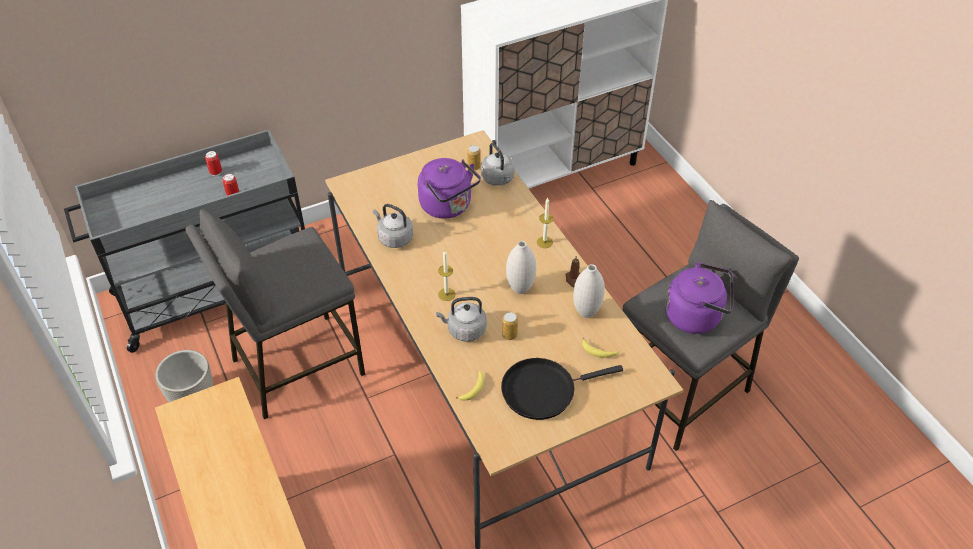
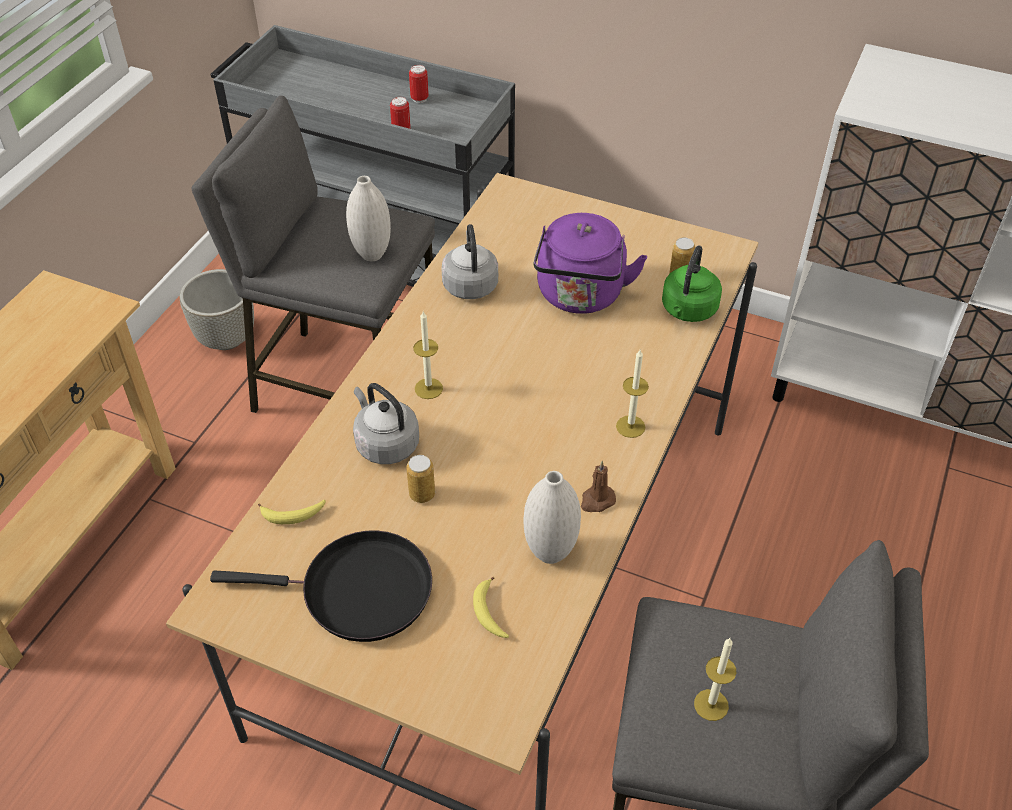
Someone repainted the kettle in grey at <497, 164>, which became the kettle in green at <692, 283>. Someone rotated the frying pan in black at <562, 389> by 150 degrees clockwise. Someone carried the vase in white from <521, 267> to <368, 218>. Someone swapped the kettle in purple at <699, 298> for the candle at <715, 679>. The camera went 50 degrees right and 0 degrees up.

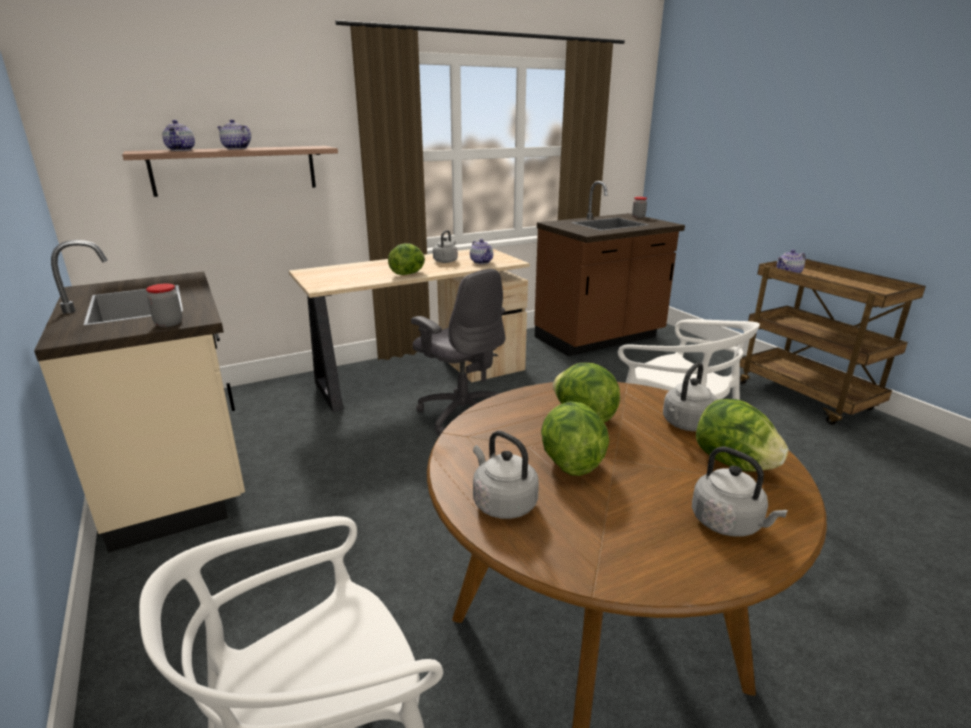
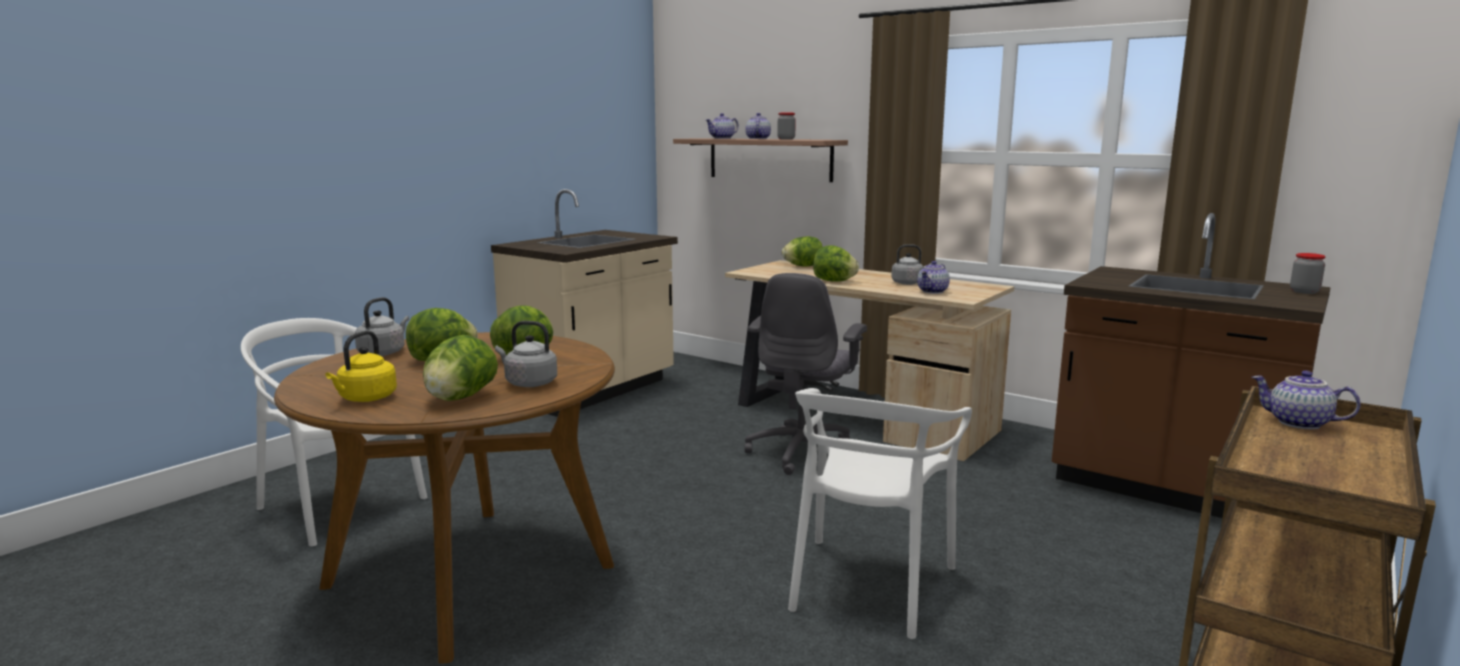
Someone carried the jar from <164, 305> to <786, 126>. Someone repainted the kettle in grey at <740, 491>, which became the kettle in yellow at <361, 366>. Someone put down the lettuce at <802, 251>. The camera went 65 degrees right and 10 degrees down.

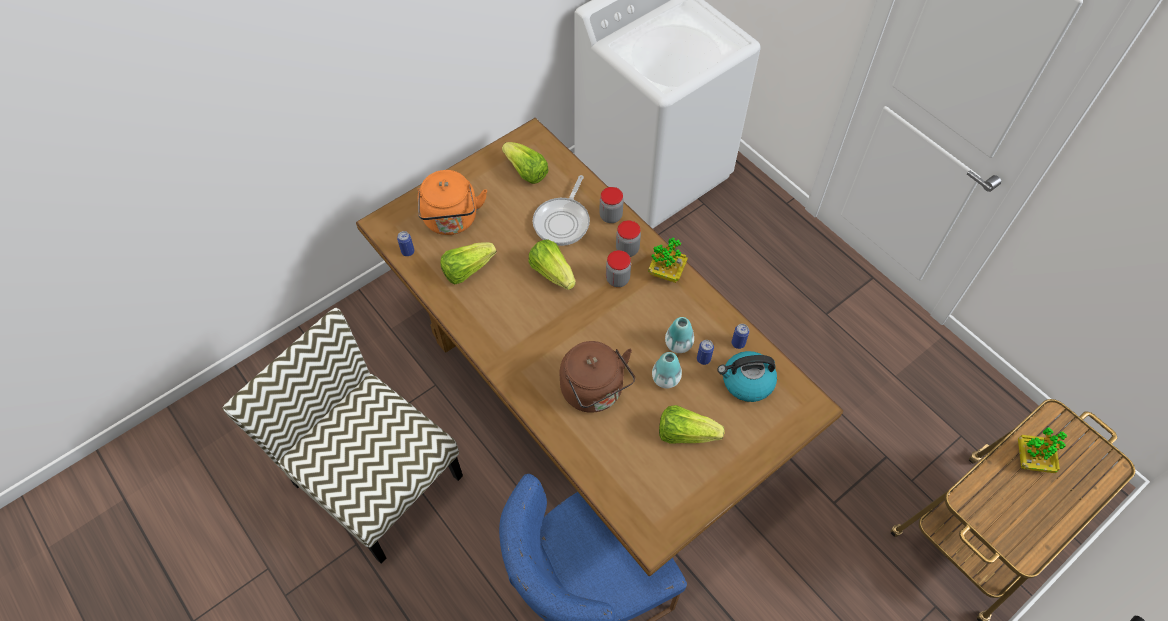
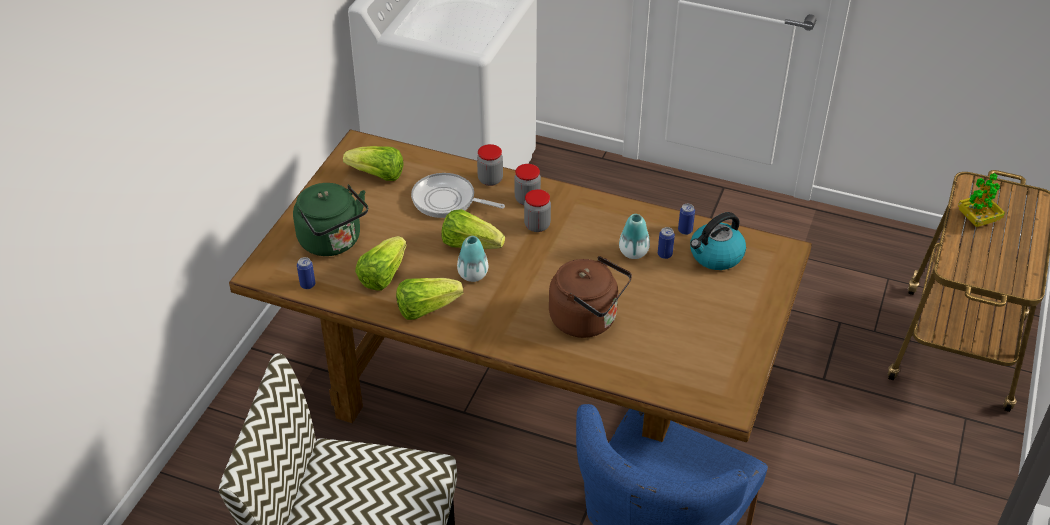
Someone repainted the kettle in orange at <452, 202>, which became the kettle in green at <330, 219>. Someone rotated the frying pan at <561, 210> by 120 degrees clockwise. Someone took away the potted plant at <668, 260>. Someone carried the vase from <667, 370> to <472, 259>. Someone carried the lettuce from <691, 424> to <429, 299>. The camera went 30 degrees left and 15 degrees down.

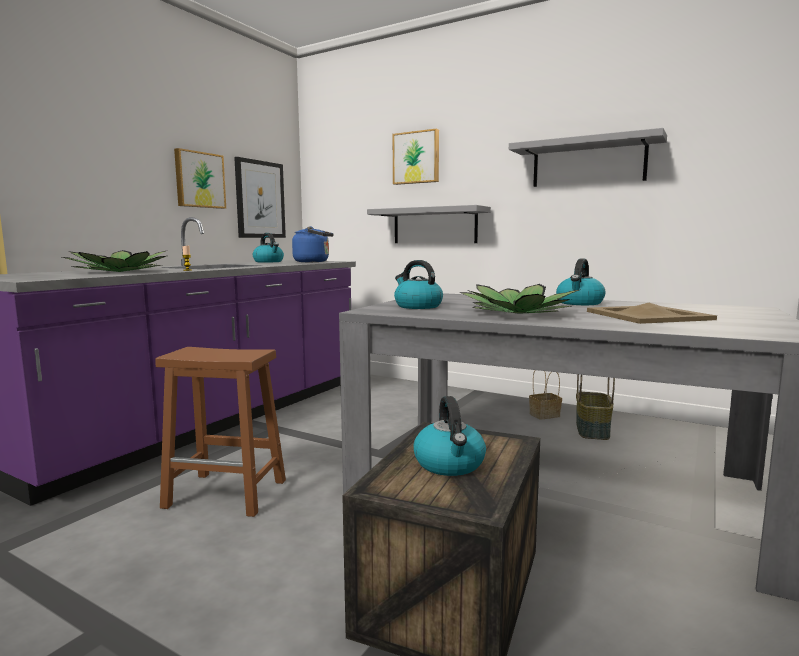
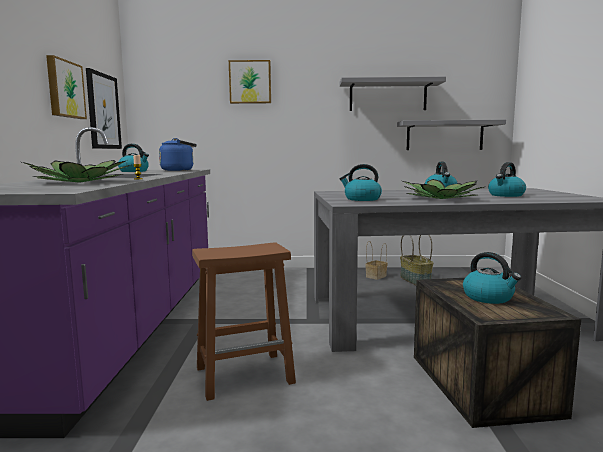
Someone carried the shelf in grey from <429, 224> to <451, 135>. Someone swapped the tray in beige at <652, 313> for the kettle at <507, 179>. The camera went 30 degrees left and 0 degrees up.

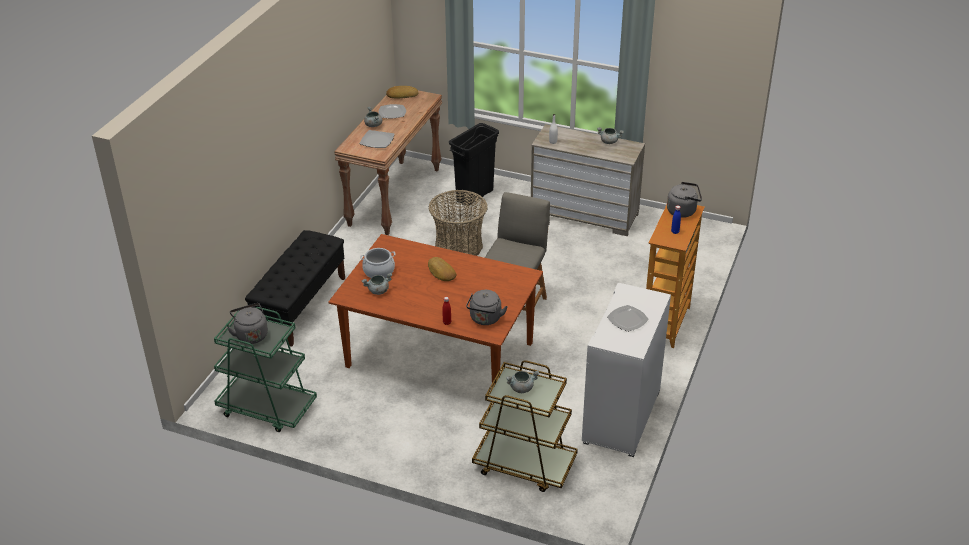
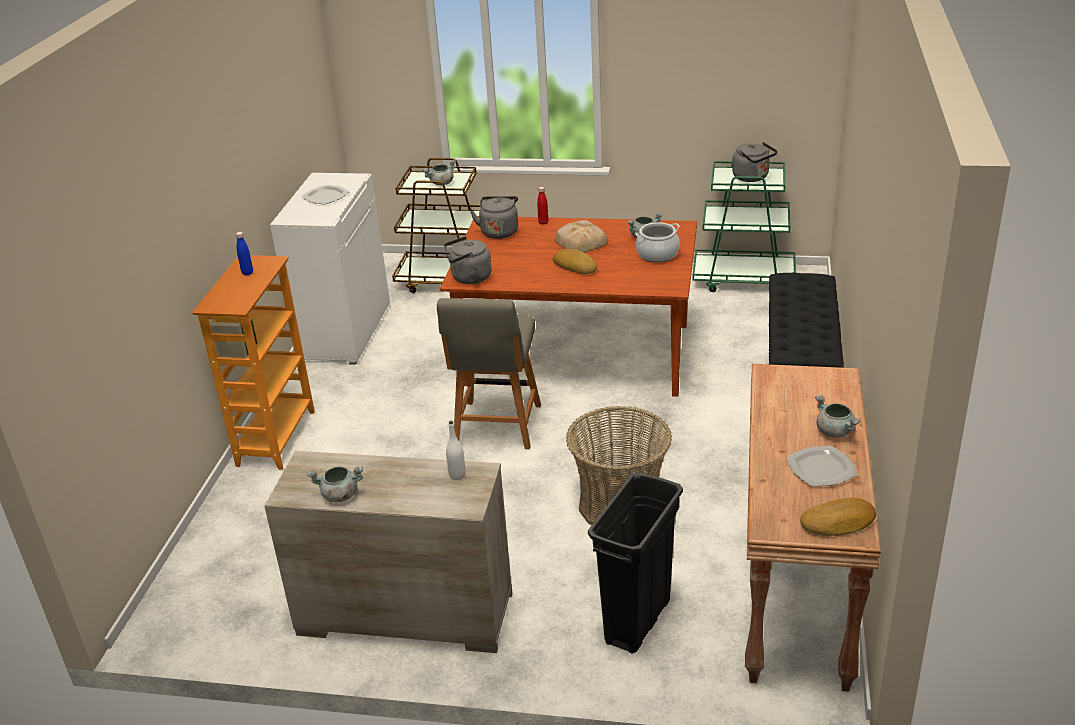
Someone took away the plate at <377, 139>. Someone carried the kettle in grey from <684, 200> to <468, 260>. Someone put down the bread at <581, 236>. The camera went 170 degrees right and 5 degrees down.

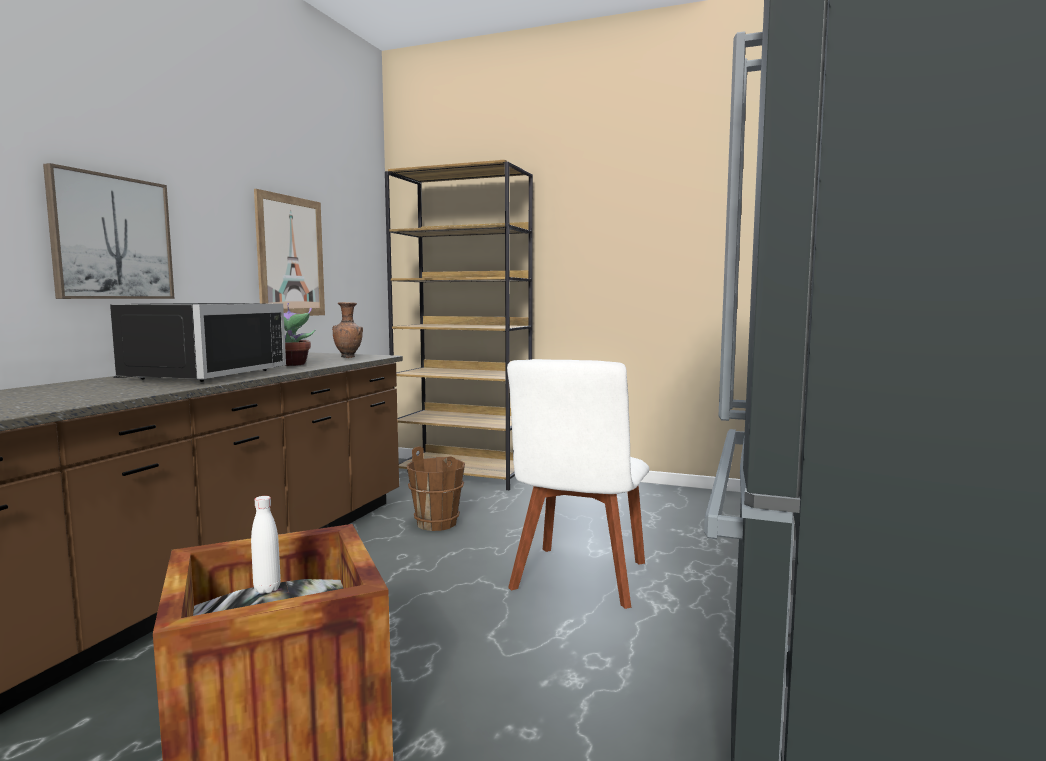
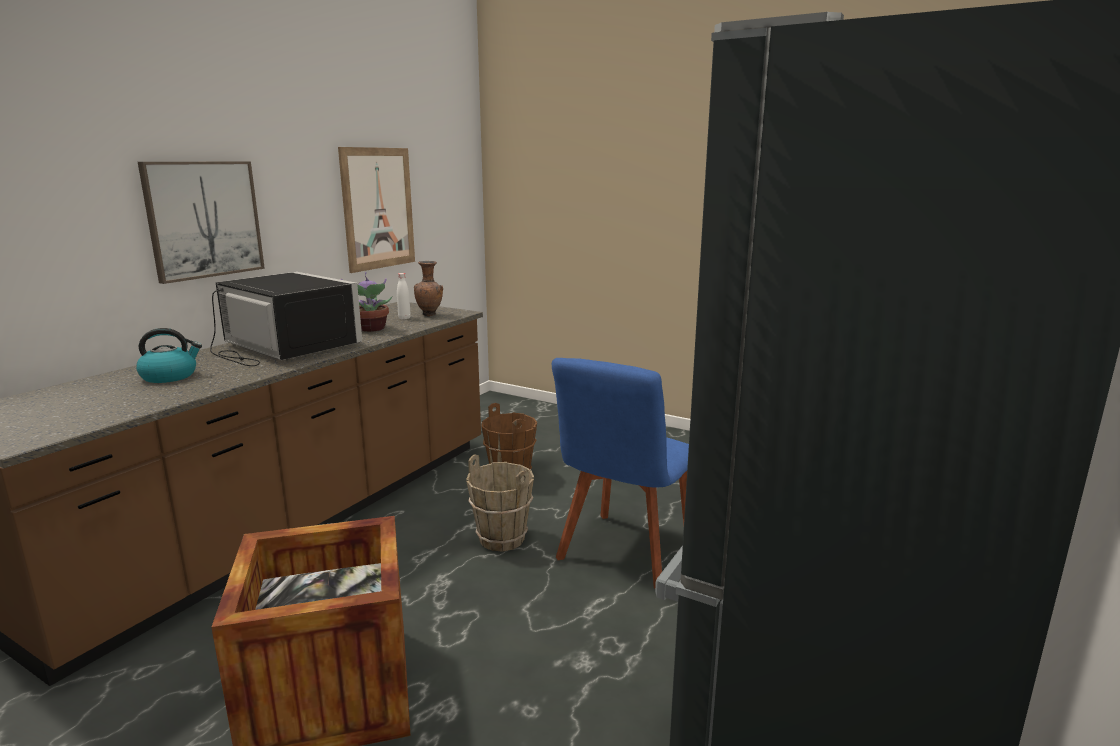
Someone rotated the microwave in black at <198, 342> by 75 degrees counterclockwise. Someone carried the bottle in white from <266, 545> to <404, 296>. Someone took away the bookcase in brown at <459, 325>. Someone repainted the chair in white at <578, 484>, which became the chair in blue at <620, 473>. Someone put down the kettle at <169, 355>. Someone put down the bucket in brown at <500, 502>. The camera went 10 degrees right and 10 degrees up.

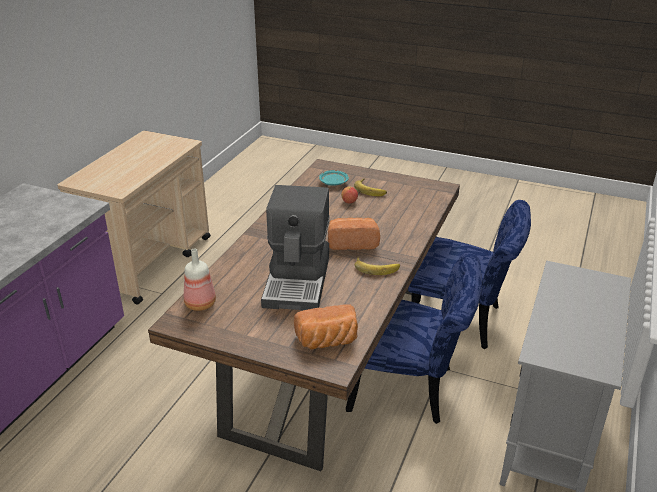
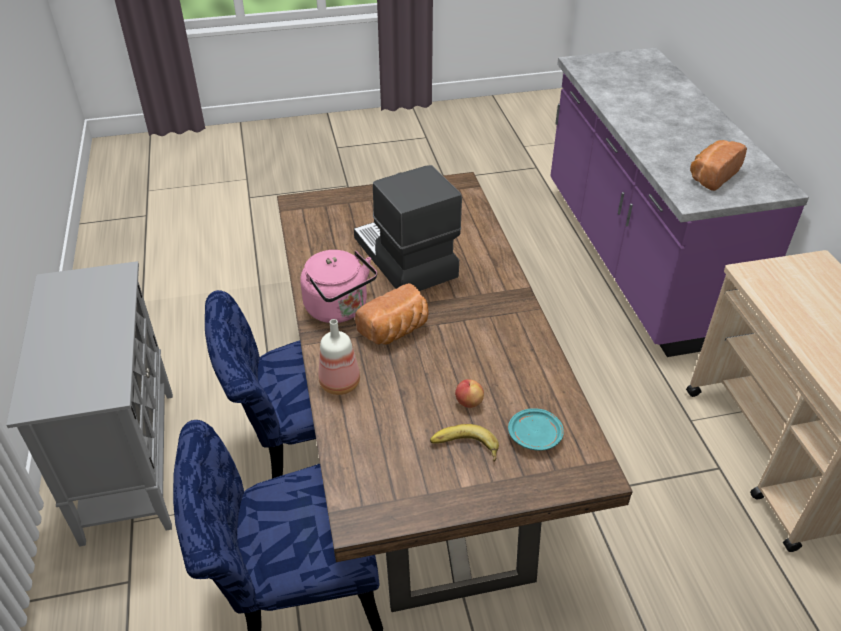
Someone carried the bottle from <200, 279> to <339, 357>. Someone carried the bread from <326, 327> to <718, 165>. Someone swapped the banana at <377, 265> for the kettle in pink at <338, 286>. The camera went 145 degrees right and 10 degrees up.

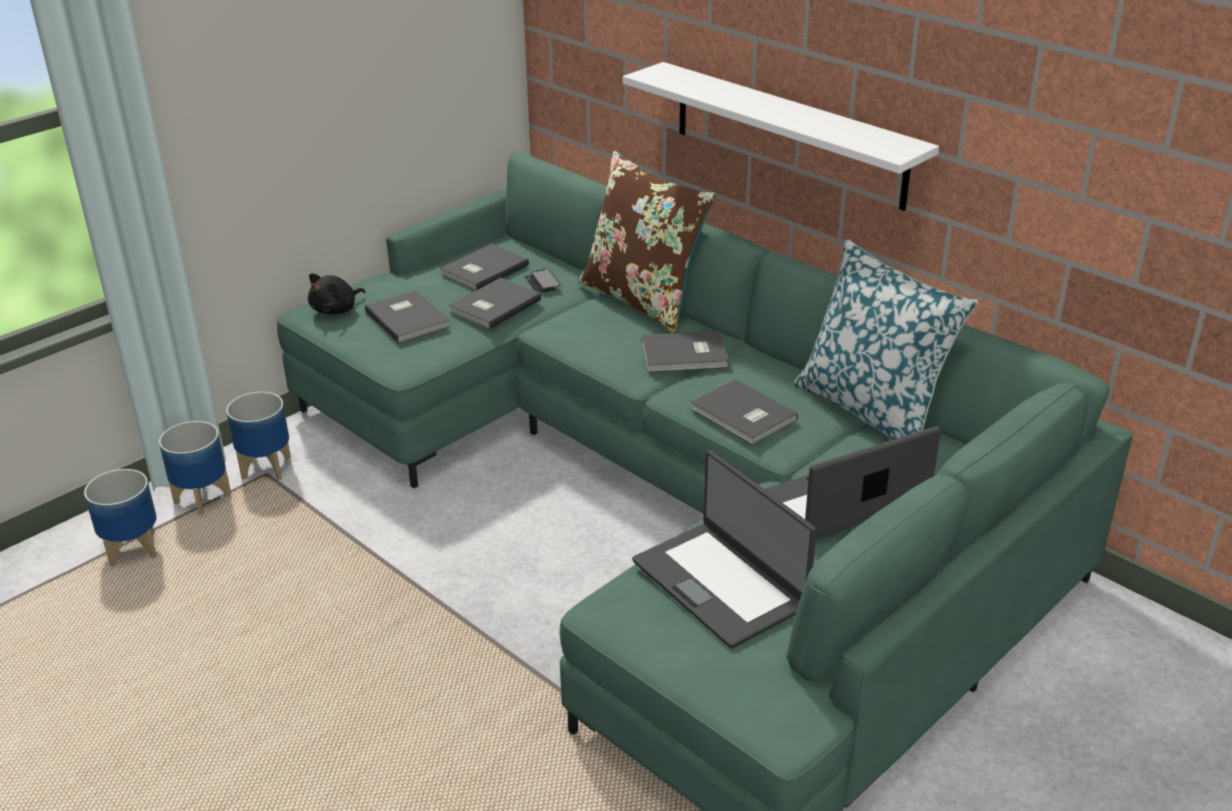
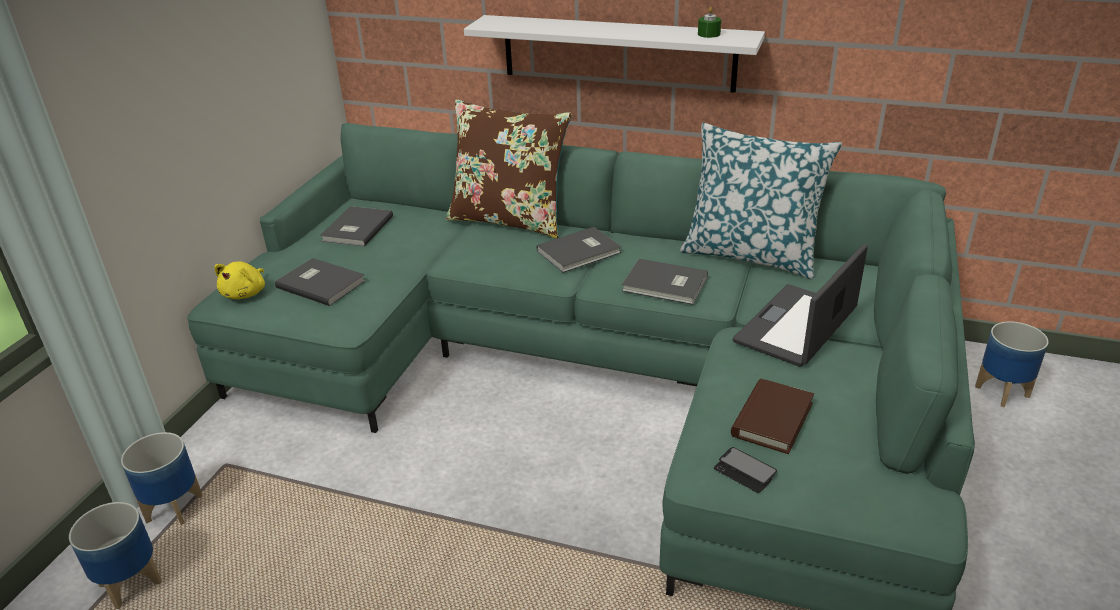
Someone carried the planter from <258, 436> to <1012, 364>. Someone repainted the plush toy in black at <336, 294>, which became the plush toy in yellow at <239, 280>. Someone took away the book in grey at <495, 304>. Someone carried the phone from <543, 281> to <745, 470>. Someone swapped the laptop at <724, 549> for the book in brown at <772, 416>. Someone put down the candle in green at <709, 22>. The camera went 25 degrees left and 0 degrees up.

